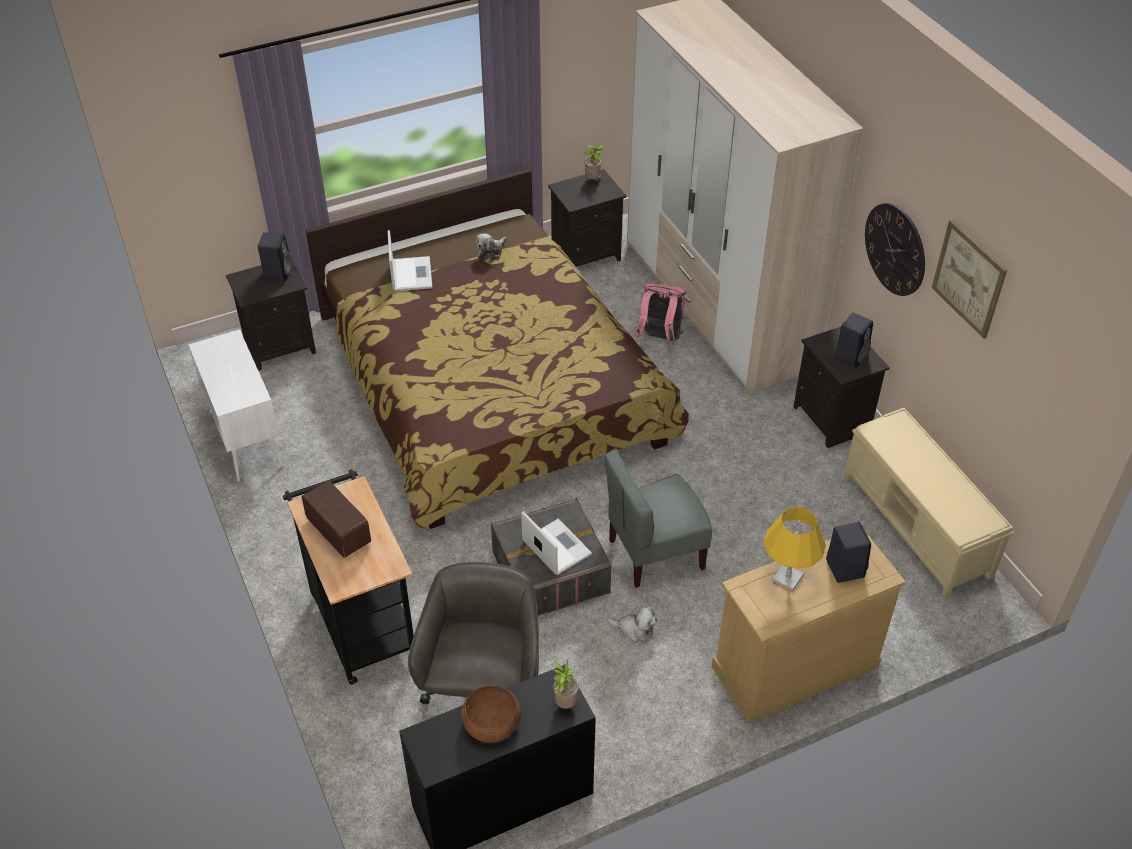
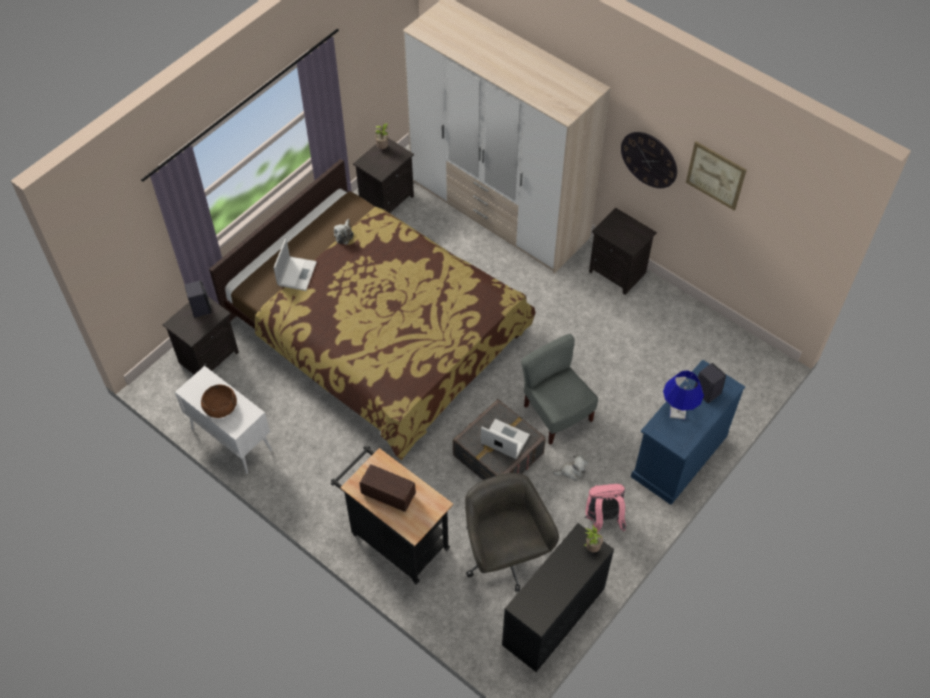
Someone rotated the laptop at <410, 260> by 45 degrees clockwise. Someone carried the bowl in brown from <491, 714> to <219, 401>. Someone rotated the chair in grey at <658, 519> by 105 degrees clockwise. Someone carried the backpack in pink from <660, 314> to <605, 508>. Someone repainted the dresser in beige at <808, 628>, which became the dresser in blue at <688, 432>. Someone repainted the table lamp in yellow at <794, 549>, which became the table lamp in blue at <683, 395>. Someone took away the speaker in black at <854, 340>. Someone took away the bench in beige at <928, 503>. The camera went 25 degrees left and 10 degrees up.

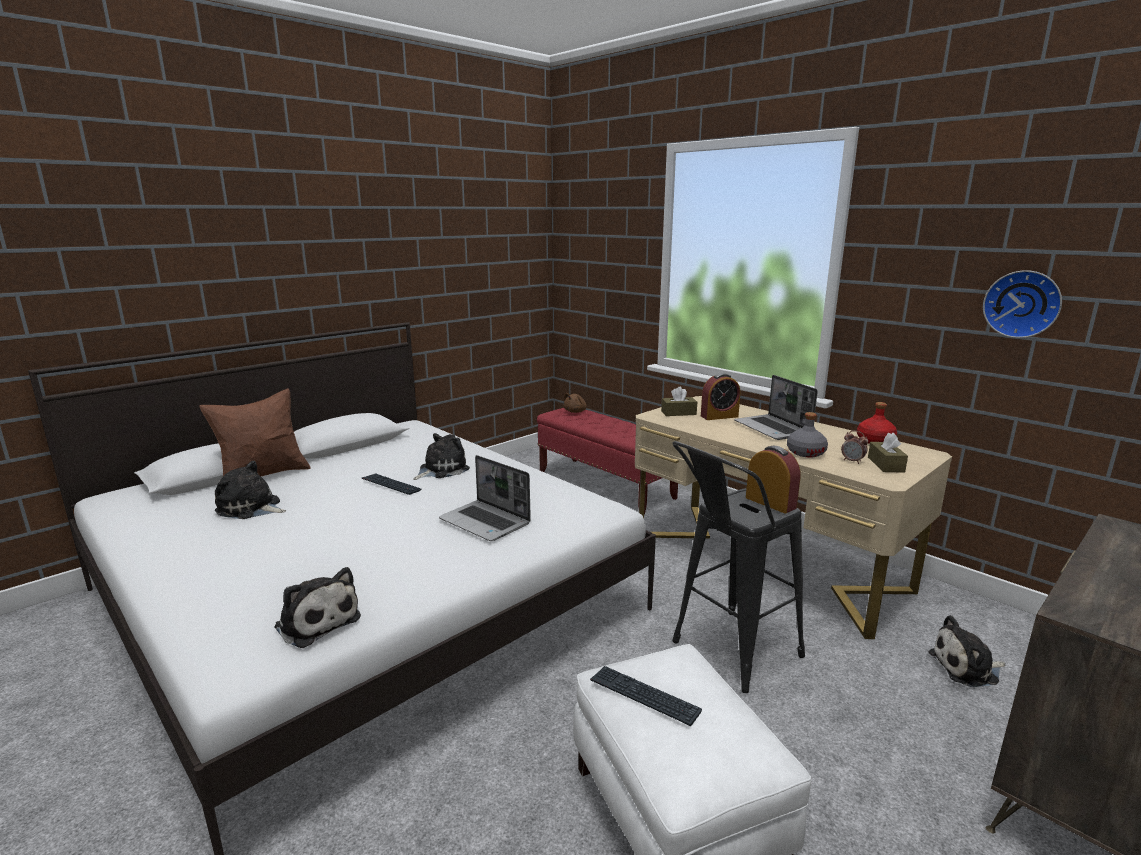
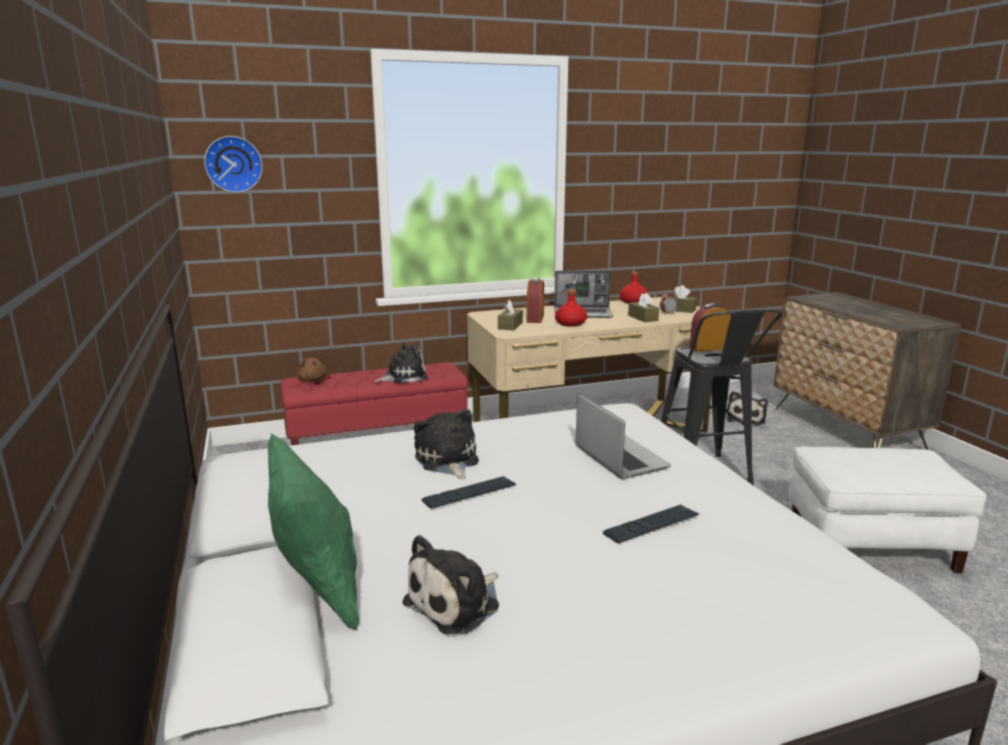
Someone repainted the pillow in brown at <255, 432>, which became the pillow in green at <313, 532>. Someone carried the plush toy from <317, 607> to <401, 363>. Someone rotated the laptop at <485, 498> by 90 degrees counterclockwise. Someone carried the keyboard from <646, 696> to <651, 524>. Someone swapped the bottle in grey at <807, 435> for the tissue box in brown at <643, 307>. Someone carried the wall clock from <1022, 304> to <233, 164>. Someone put down the bottle in red at <571, 308>. The camera went 65 degrees left and 0 degrees up.

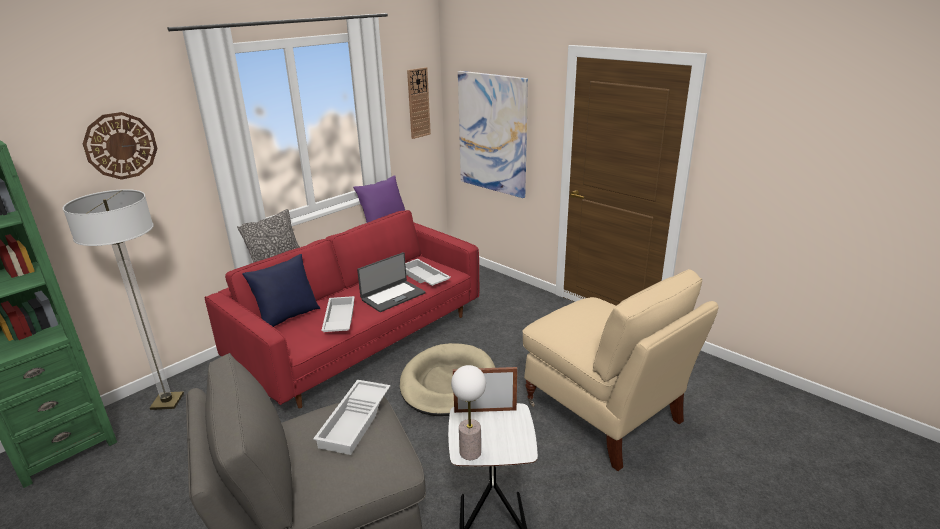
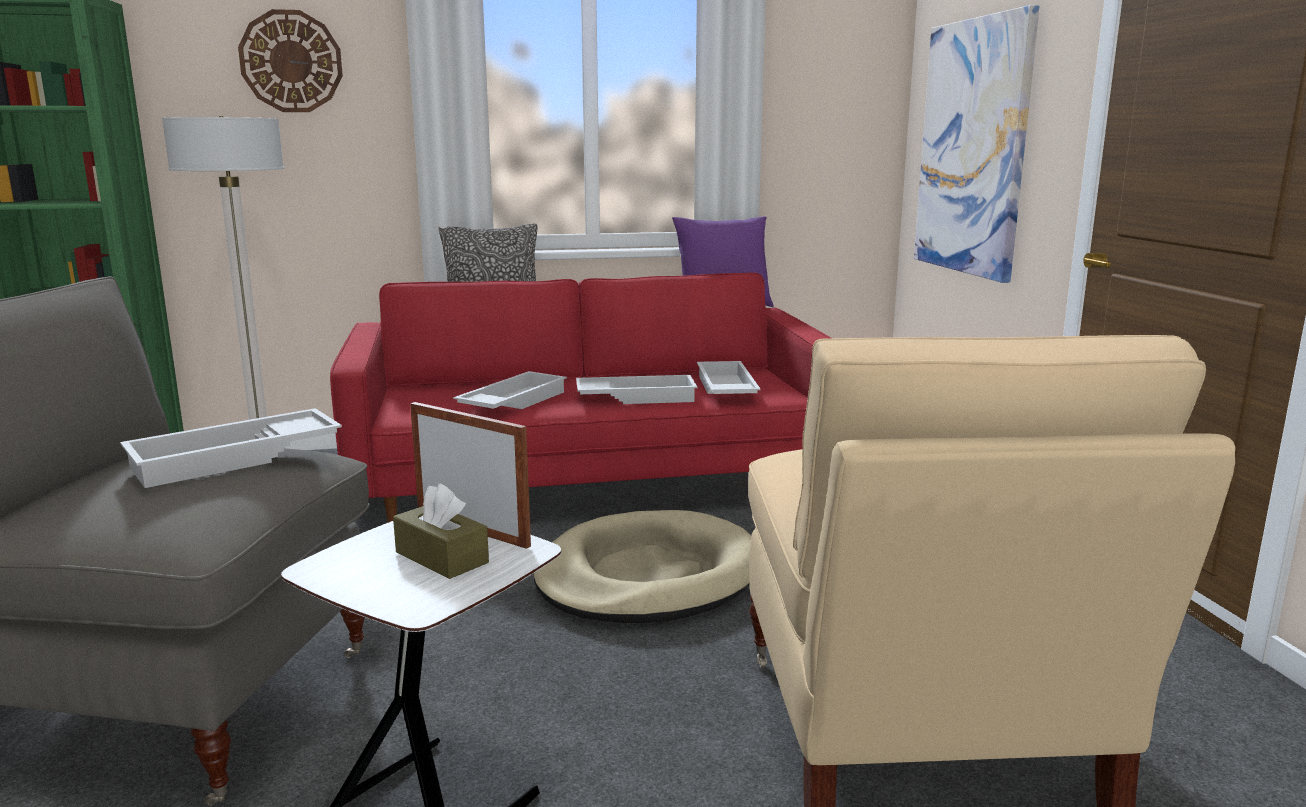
Someone took away the pillow in blue at <281, 290>. Someone swapped the laptop at <391, 282> for the tray in white at <636, 389>. Someone took away the wall clock at <419, 103>. Someone took away the table lamp at <468, 412>. Someone put down the tissue box in brown at <441, 531>. The camera went 35 degrees right and 10 degrees down.

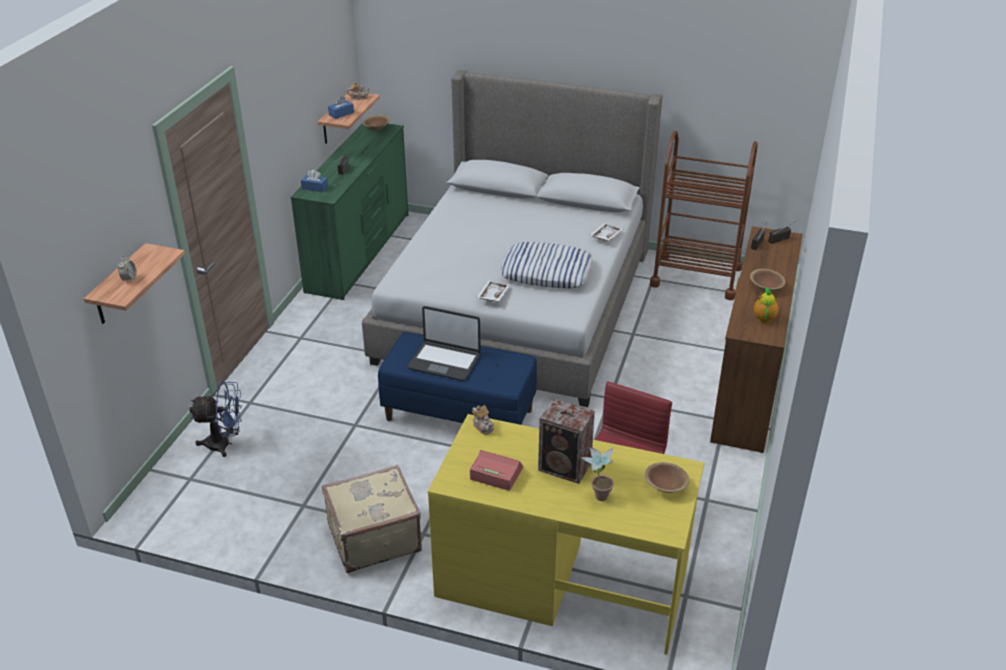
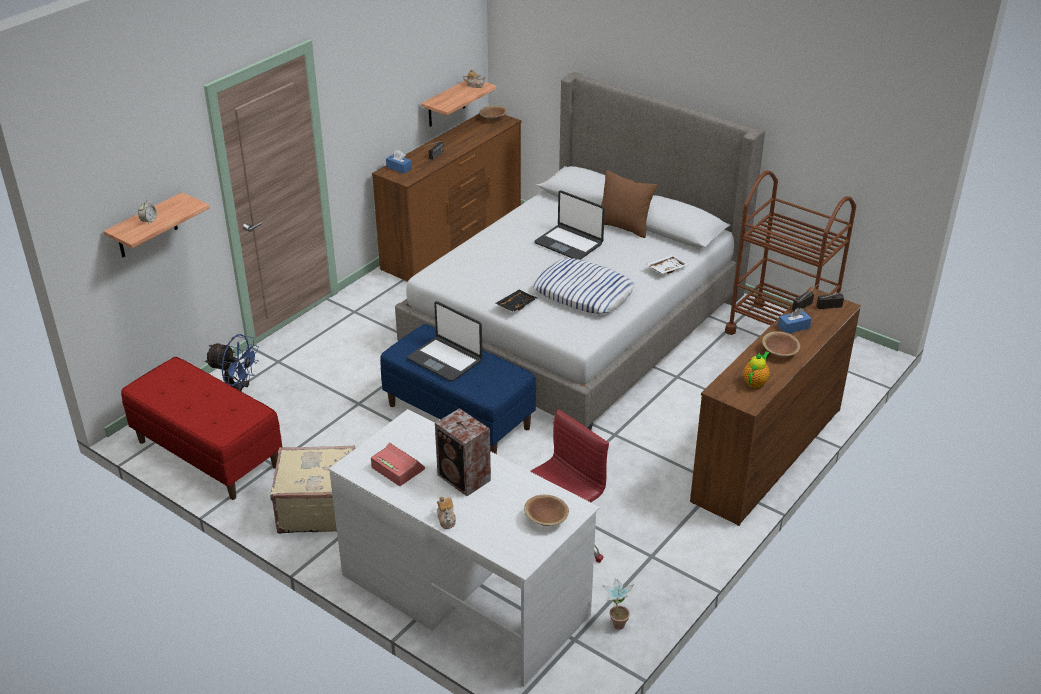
Someone repainted the dresser in green at <350, 211>, which became the dresser in brown at <446, 198>. Someone carried the tissue box in blue from <341, 107> to <795, 320>. Someone repainted the desk in yellow at <566, 534>, which became the desk in white at <464, 548>. Someone carried the teapot from <483, 420> to <446, 512>. Someone repainted the tray in white at <493, 290>, which became the tray in black at <516, 300>. Someone carried the potted plant from <597, 474> to <618, 604>. Someone put down the bench in red at <201, 428>. Someone put down the laptop at <569, 225>. Someone put down the pillow in brown at <629, 204>. The camera went 20 degrees right and 0 degrees up.

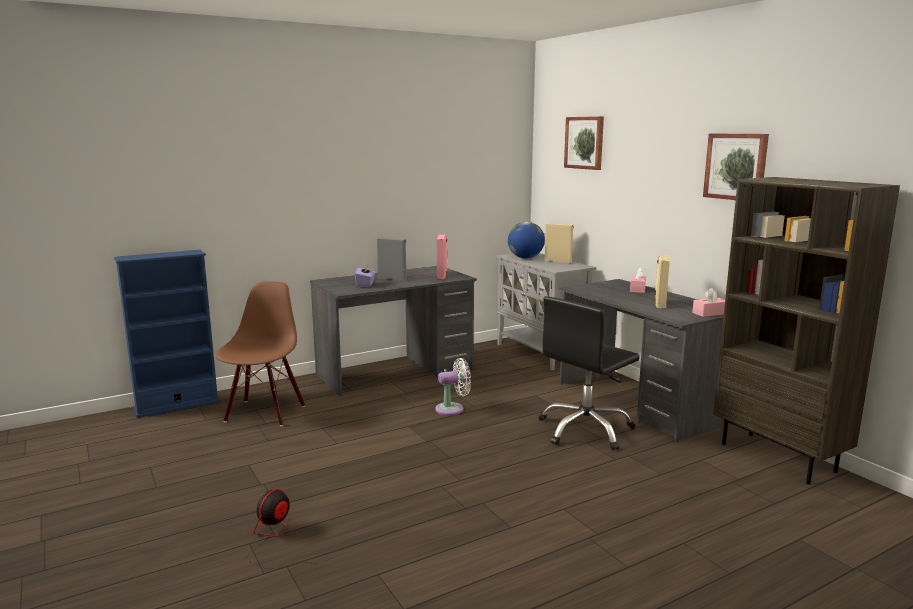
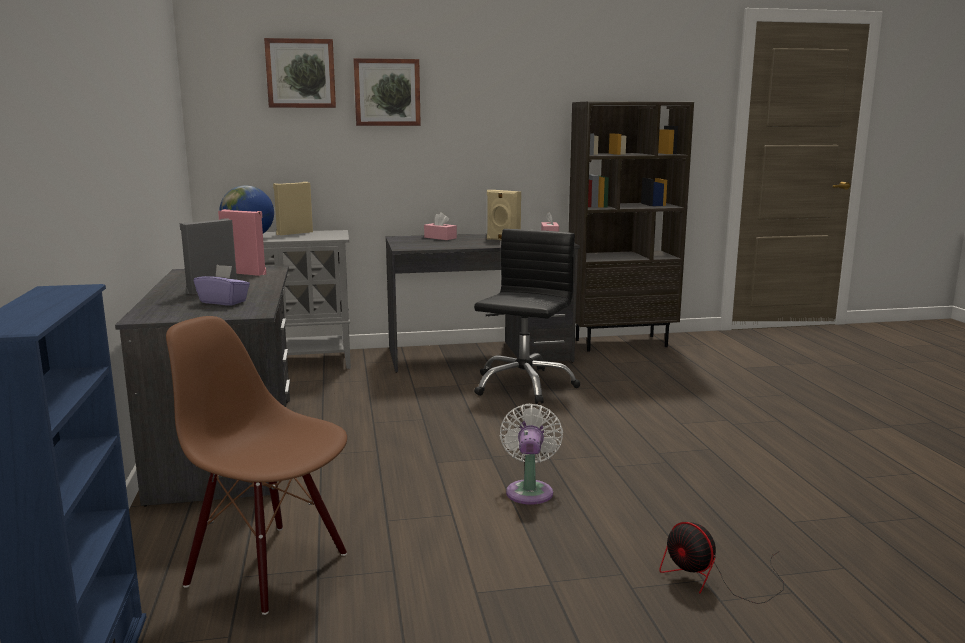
Someone carried the fan in white from <453, 386> to <531, 454>. Someone rotated the office chair in black at <589, 373> by 135 degrees counterclockwise. Someone carried the picture from <736, 167> to <387, 92>. The camera went 70 degrees left and 0 degrees up.

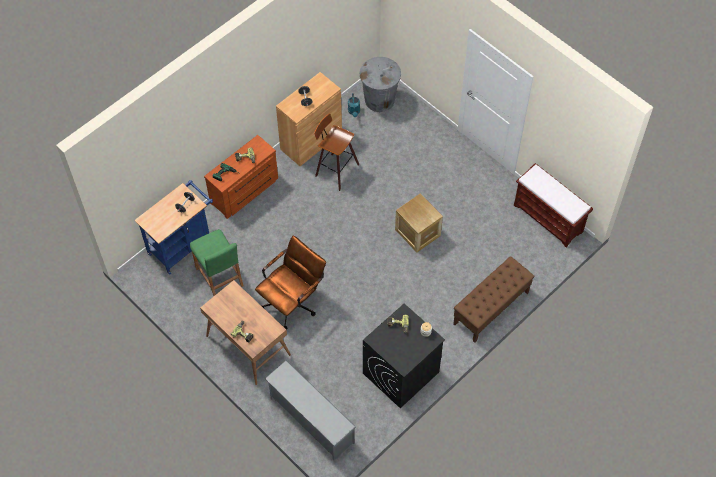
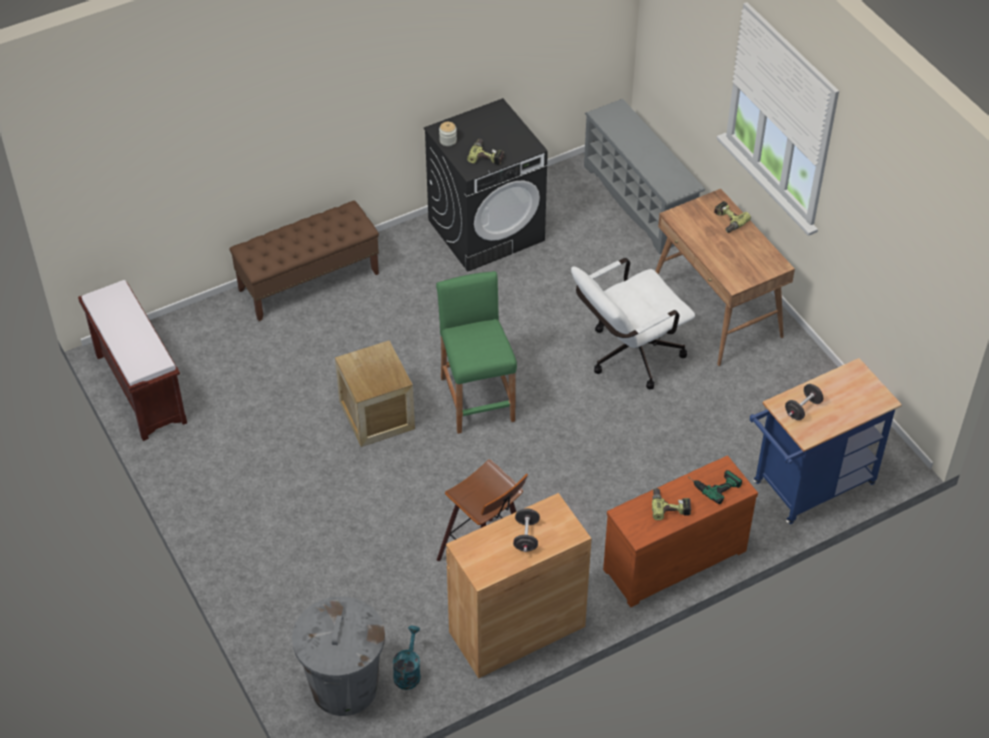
Someone carried the stool in green from <217, 262> to <476, 352>. Someone repainted the office chair in brown at <290, 282>, which became the office chair in white at <633, 324>. The camera went 165 degrees left and 10 degrees down.

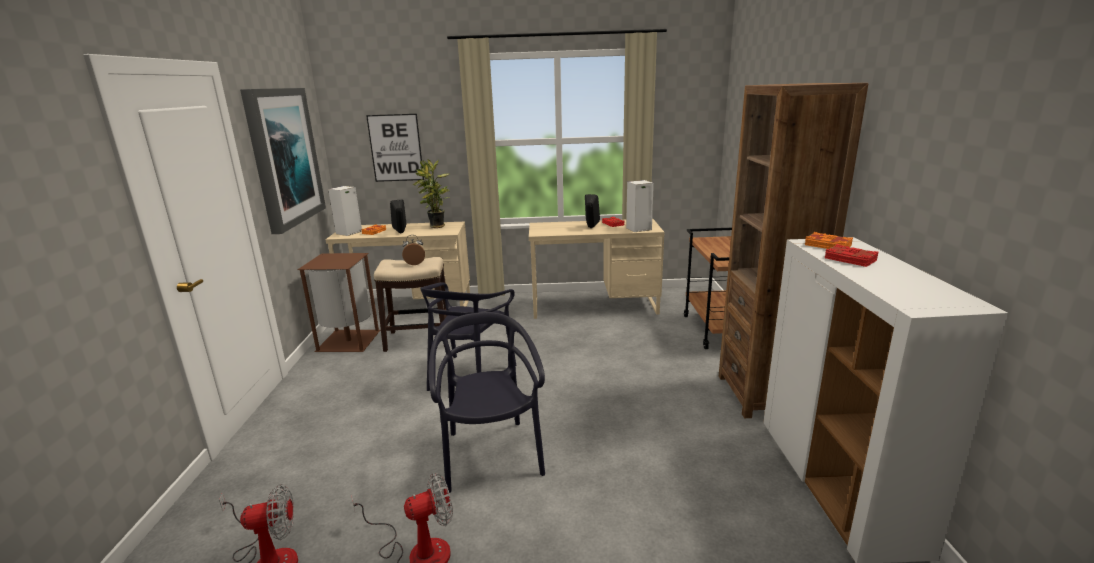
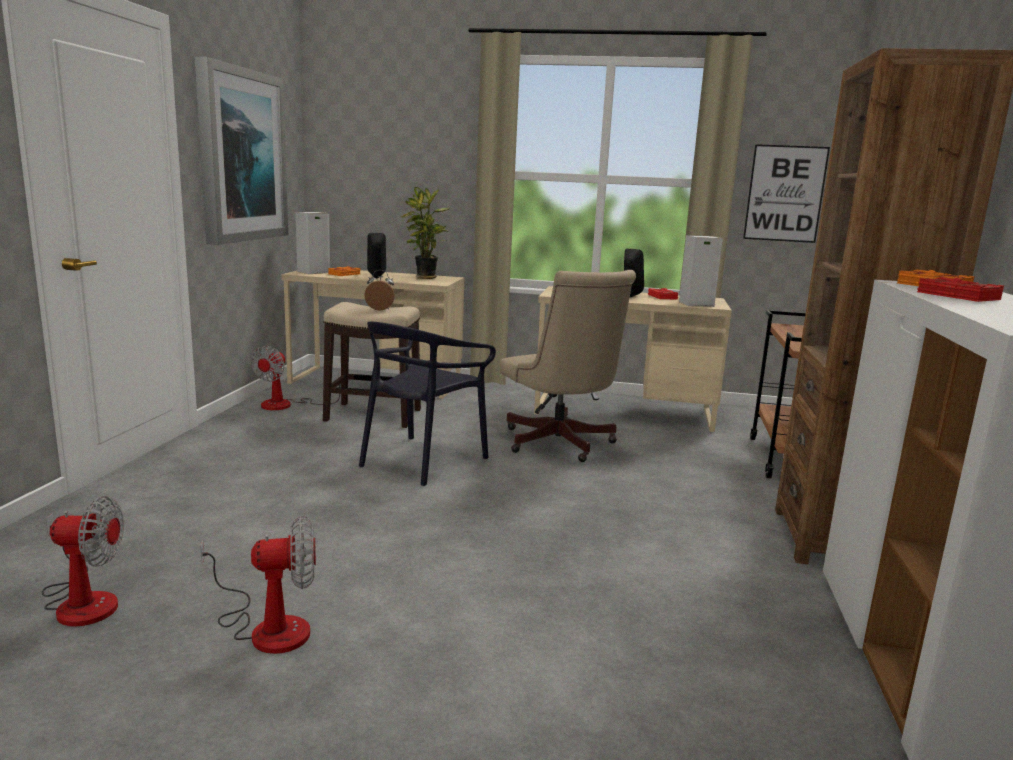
Someone swapped the trash can in brown at <338, 302> for the fan at <296, 378>. Someone carried the picture from <395, 148> to <786, 193>. Someone took away the chair in black at <487, 402>. Someone put down the office chair in beige at <568, 366>. The camera went 10 degrees right and 5 degrees down.

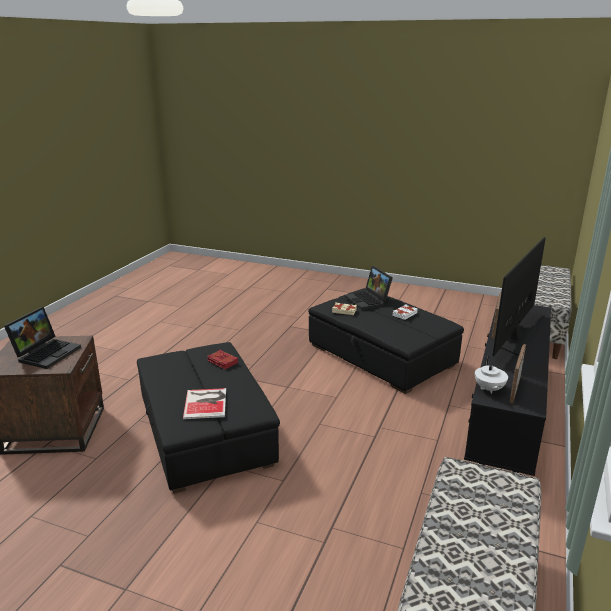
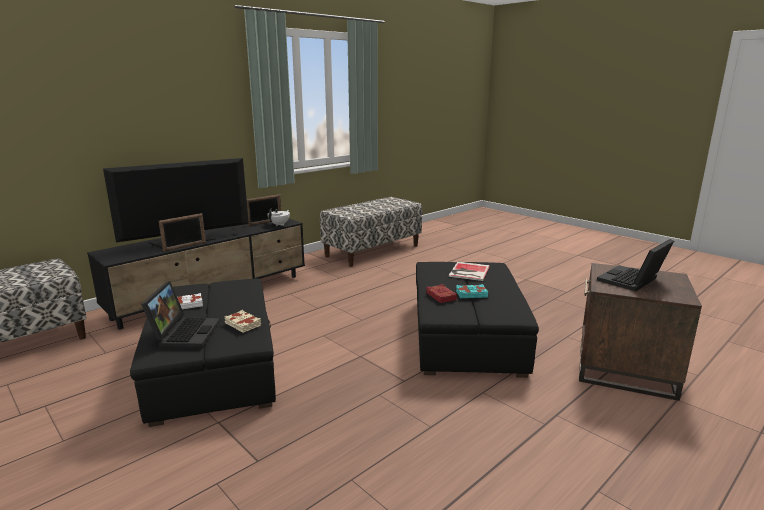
Someone put down the book in turquoise at <472, 291>. The camera went 155 degrees left and 5 degrees down.

